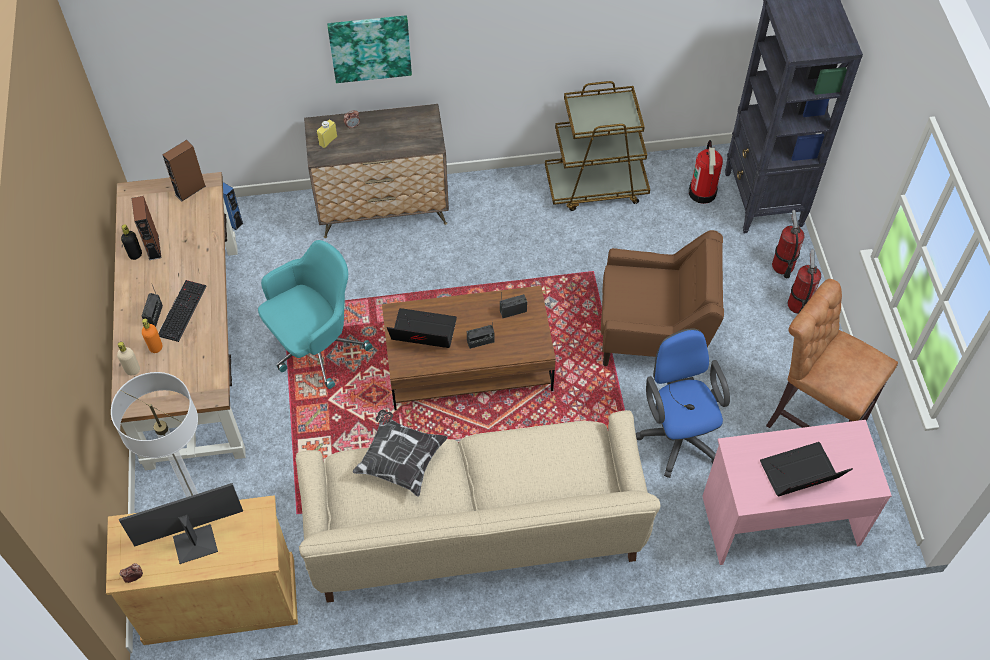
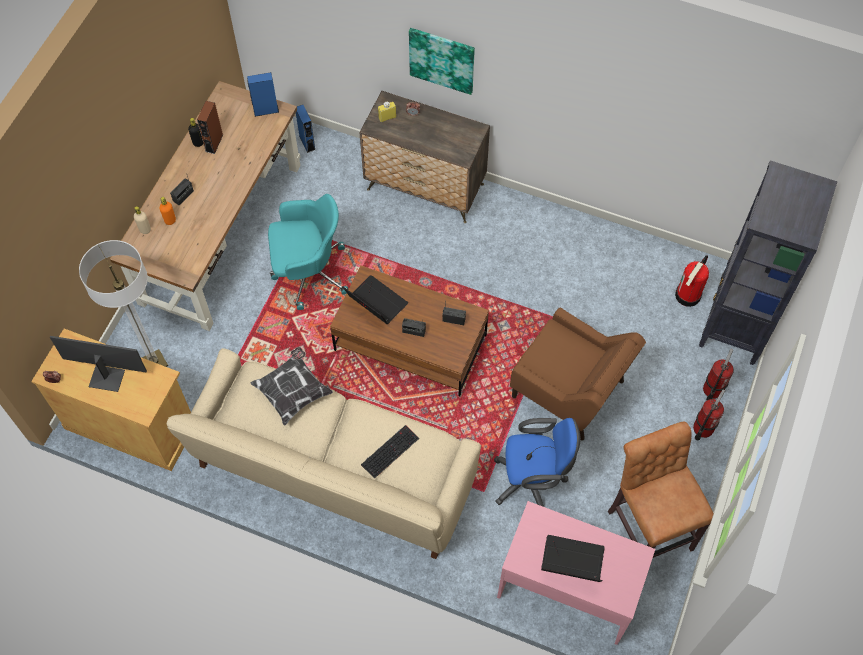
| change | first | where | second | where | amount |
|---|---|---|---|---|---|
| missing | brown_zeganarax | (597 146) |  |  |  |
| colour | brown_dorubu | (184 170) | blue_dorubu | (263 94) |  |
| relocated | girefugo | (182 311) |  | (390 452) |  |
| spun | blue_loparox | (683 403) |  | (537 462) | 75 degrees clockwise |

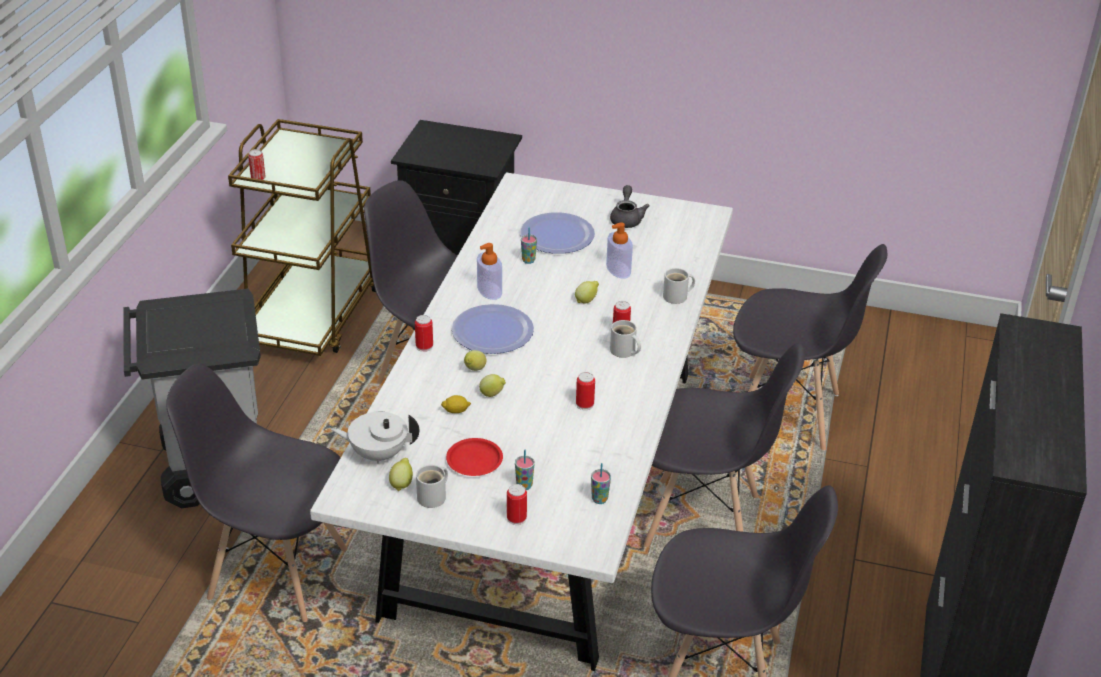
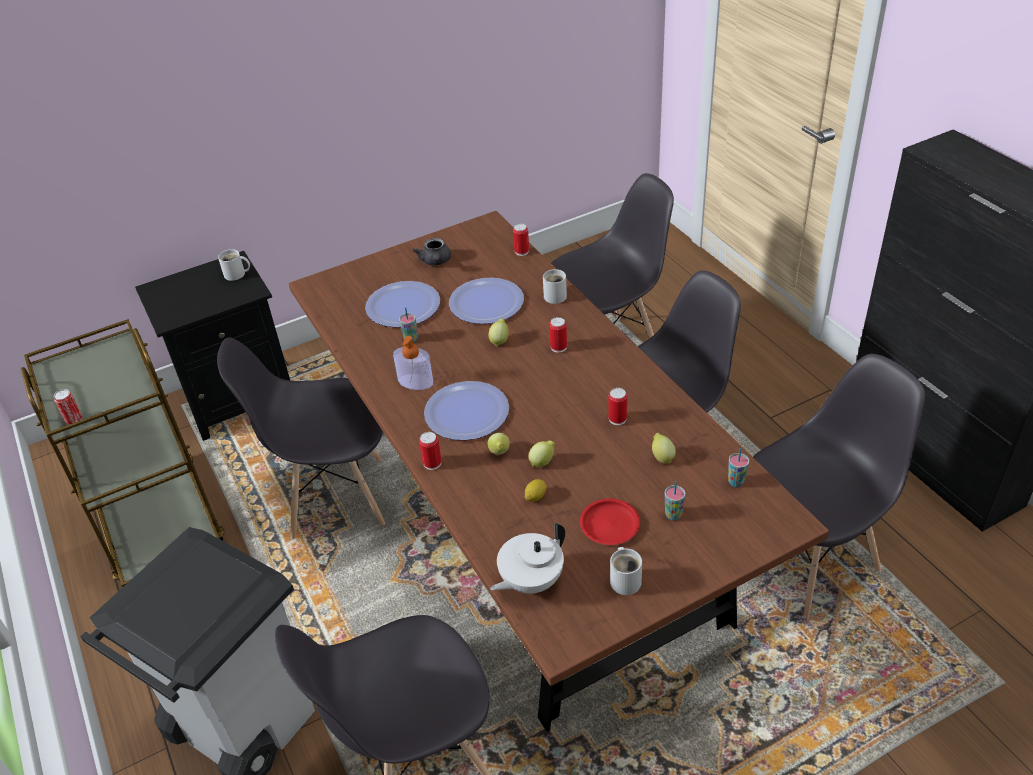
| change | first | where | second | where | amount |
|---|---|---|---|---|---|
| colour | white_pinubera | (521 421) | brown_pinubera | (559 471) |  |
| spun | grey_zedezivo | (630 206) |  | (432 251) | 150 degrees counterclockwise |
| exchanged | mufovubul | (619 250) | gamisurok | (486 301) |  |
| relocated | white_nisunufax | (625 339) |  | (234 265) |  |
| relocated | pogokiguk | (401 474) |  | (664 448) |  |
| relocated | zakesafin | (517 504) |  | (521 240) |  |

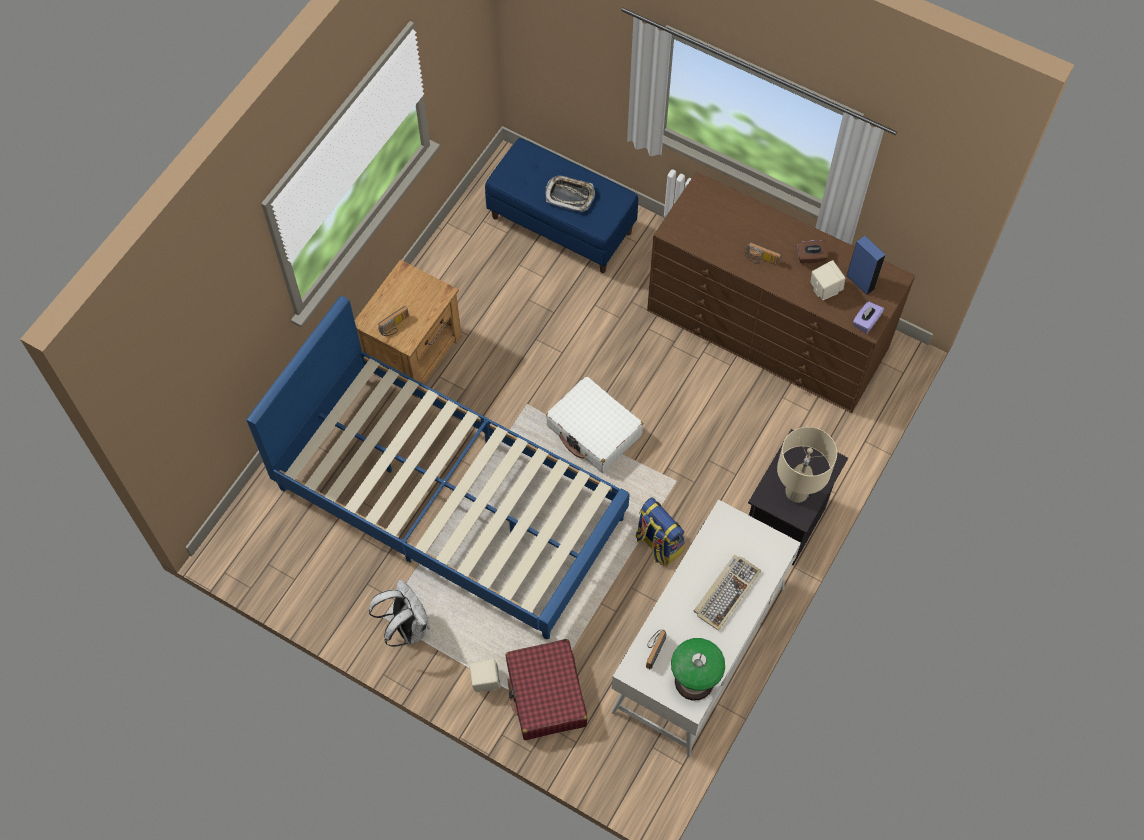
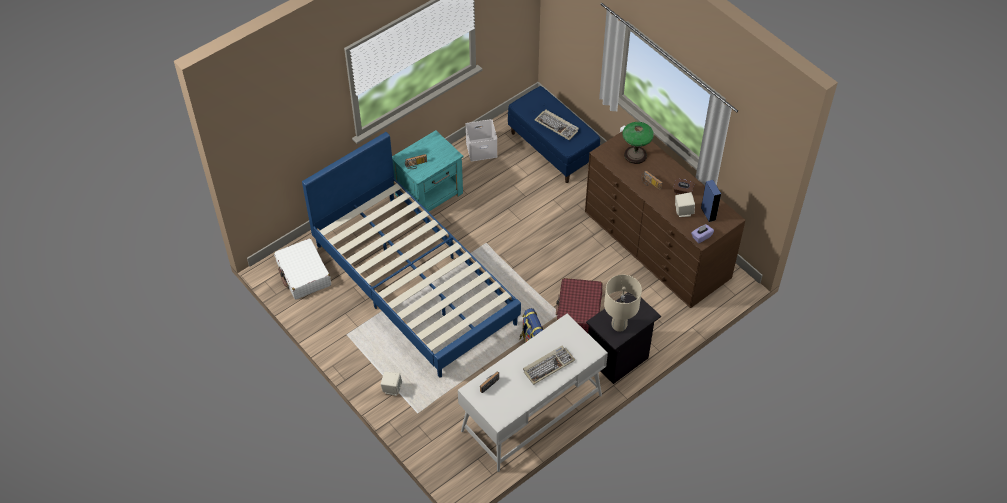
| change | first | where | second | where | amount |
|---|---|---|---|---|---|
| exchanged | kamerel | (570 193) | girefugo | (556 124) |  |
| colour | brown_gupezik | (408 329) | turquoise_gupezik | (428 171) |  |
| relocated | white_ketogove | (594 424) |  | (302 269) |  |
| missing | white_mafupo | (399 613) |  |  |  |
| relocated | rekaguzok | (698 669) |  | (638 143) |  |
| relocated | red_ketogove | (546 689) |  | (579 305) |  |
| appeared |  |  | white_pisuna | (481 140) |  |

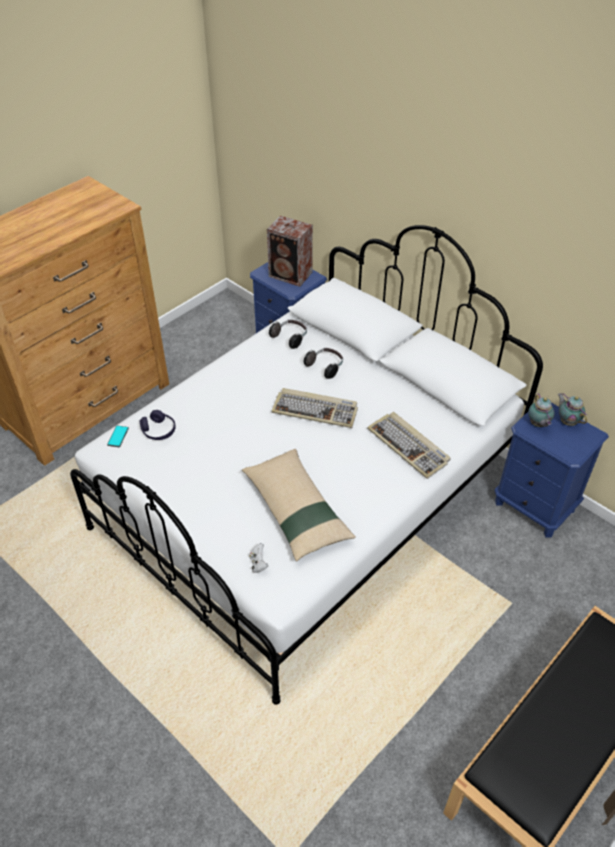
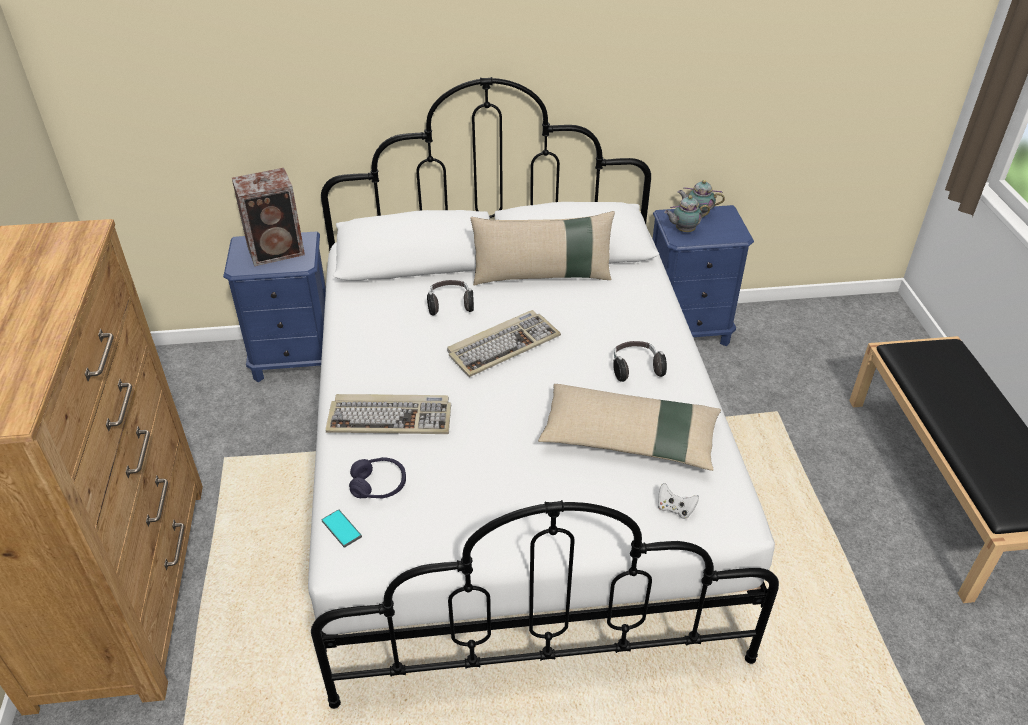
| change | first | where | second | where | amount |
|---|---|---|---|---|---|
| relocated | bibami | (288 334) |  | (640 361) |  |
| spun | zedezivo | (541 410) |  | (687 213) | 135 degrees clockwise |
| relocated | girefugo | (409 445) |  | (388 414) |  |
| appeared |  |  | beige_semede | (542 248) |  |

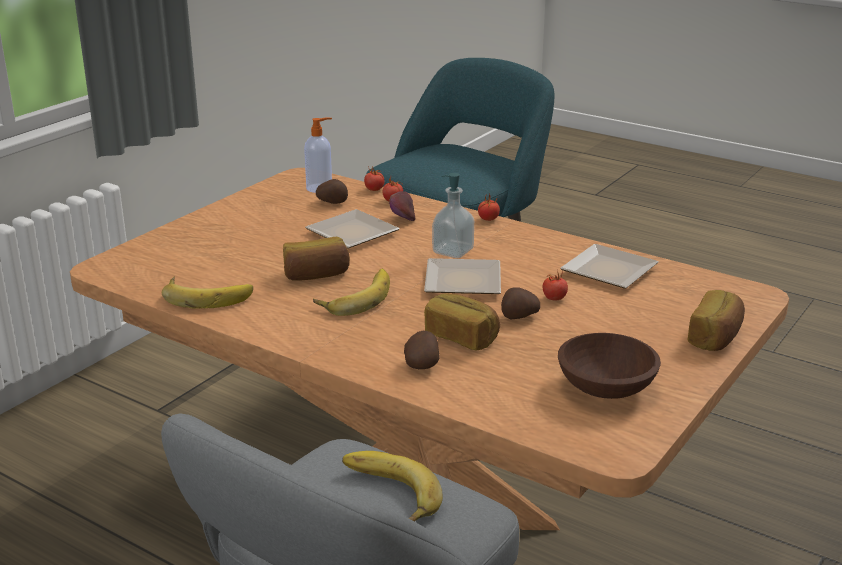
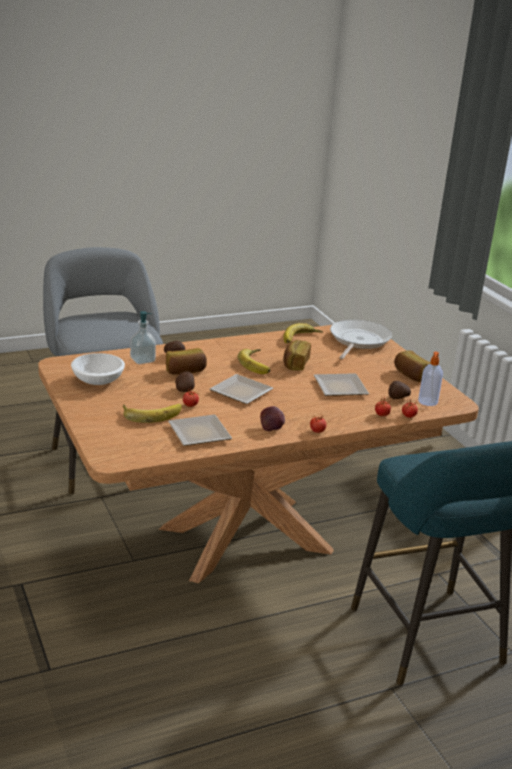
| change | first | where | second | where | amount |
|---|---|---|---|---|---|
| relocated | mufovubul | (453 215) |  | (143 337) |  |
| relocated | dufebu | (402 206) |  | (272 418) |  |
| relocated | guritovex | (716 320) |  | (412 366) |  |
| colour | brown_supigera | (609 366) | white_supigera | (98 369) |  |
| relocated | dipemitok | (392 486) |  | (152 413) |  |
| appeared |  |  | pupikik | (361 339) |  |

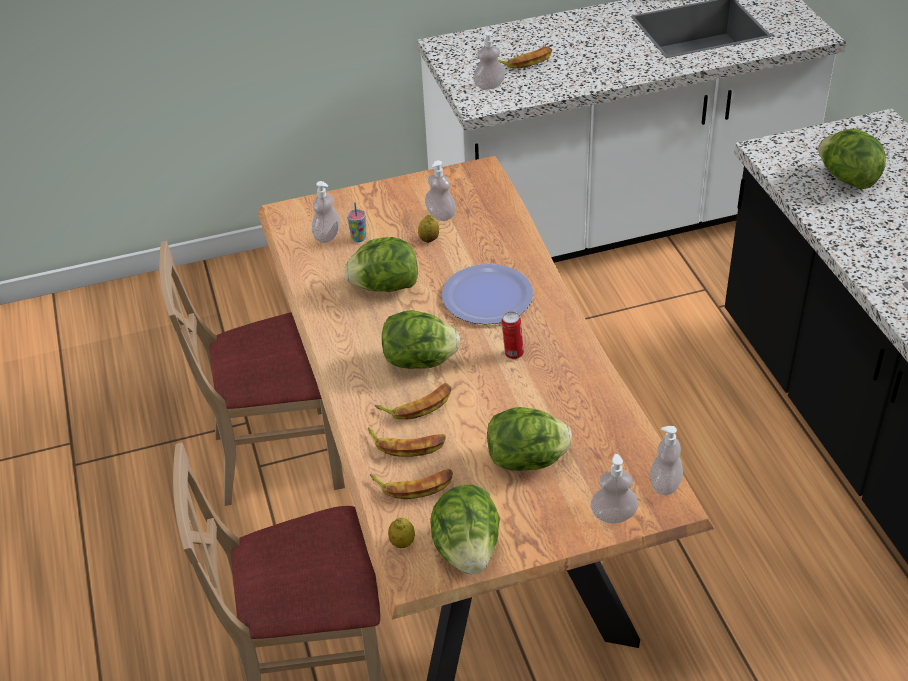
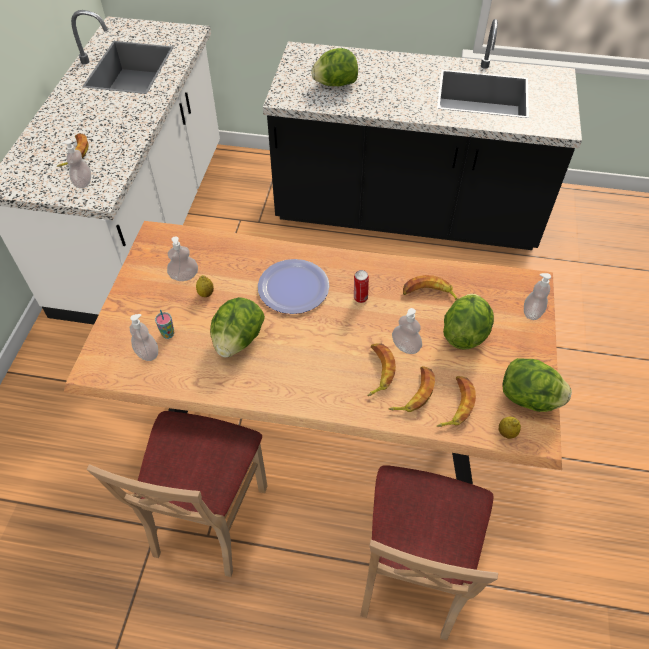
| change | first | where | second | where | amount |
|---|---|---|---|---|---|
| missing | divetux | (421 339) |  |  |  |
| relocated | mufovubul | (666 460) |  | (407 331) |  |
| appeared |  |  | dipemitok | (431 287) |  |

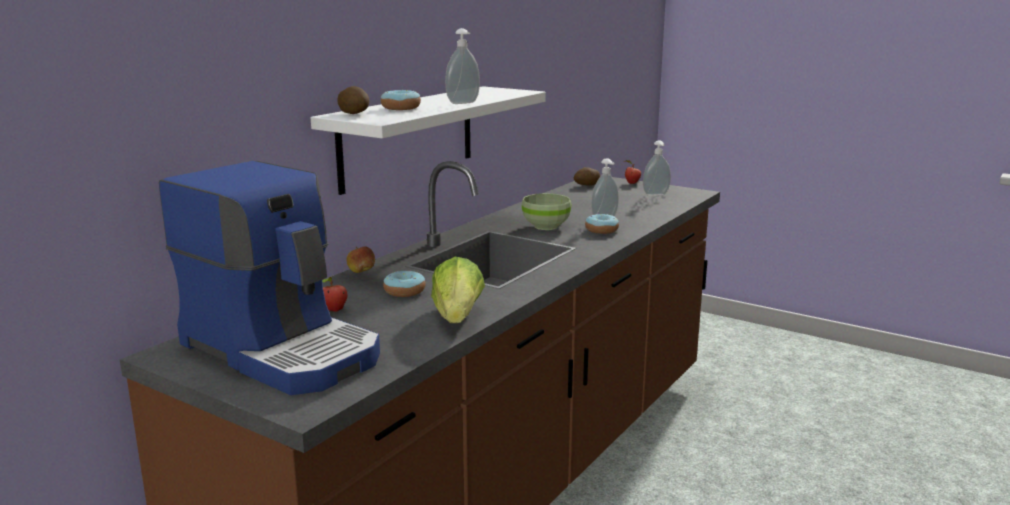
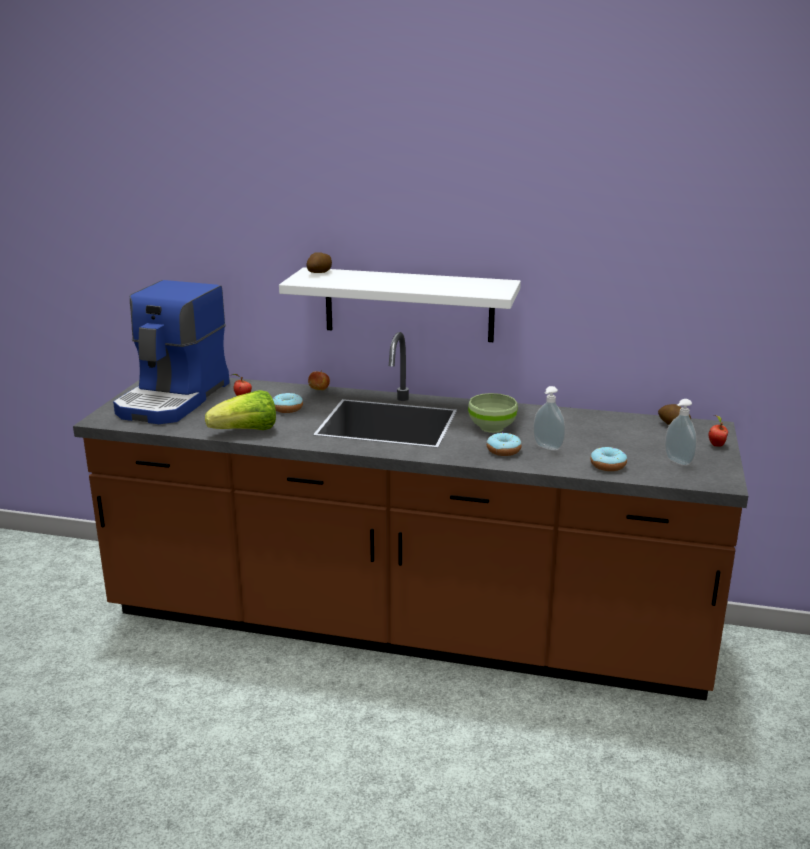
| change | first | where | second | where | amount |
|---|---|---|---|---|---|
| missing | mufovubul | (462 66) |  |  |  |
| relocated | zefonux | (401 100) |  | (608 459) |  |

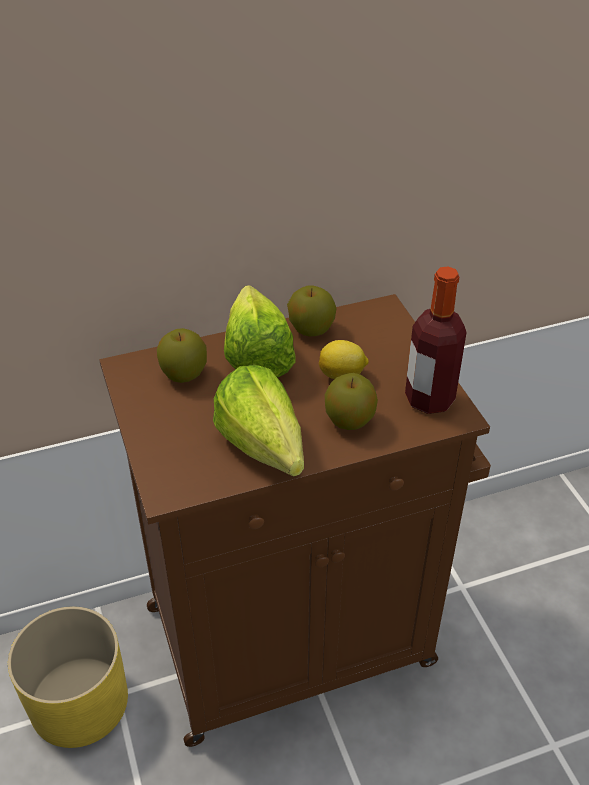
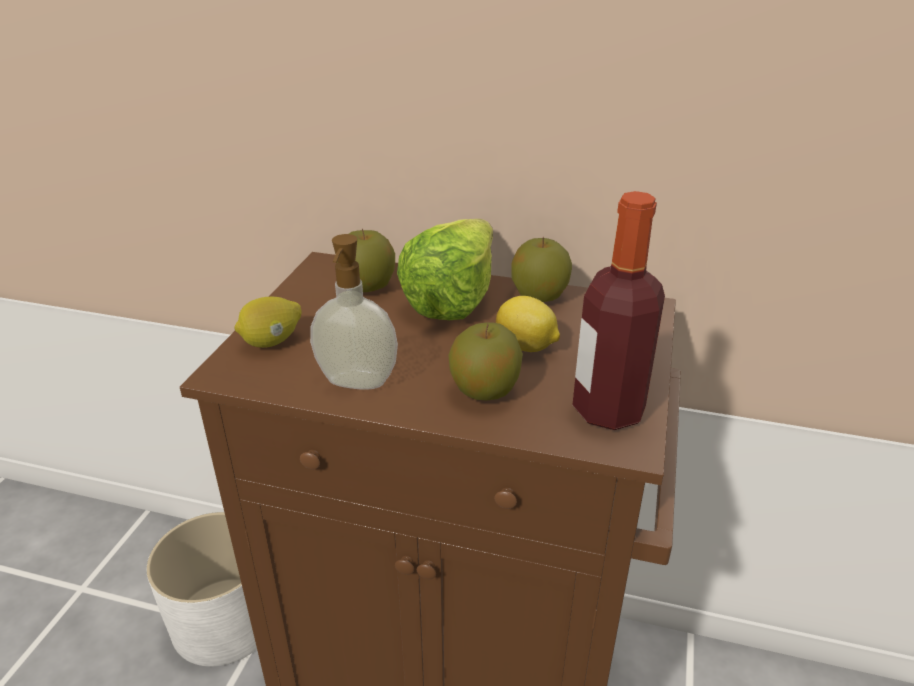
| change | first | where | second | where | amount |
|---|---|---|---|---|---|
| exchanged | divetux | (258 420) | mufovubul | (354 312) |  |
| colour | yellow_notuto | (68 677) | white_notuto | (202 589) |  |
| appeared |  |  | pogokiguk | (268 322) |  |

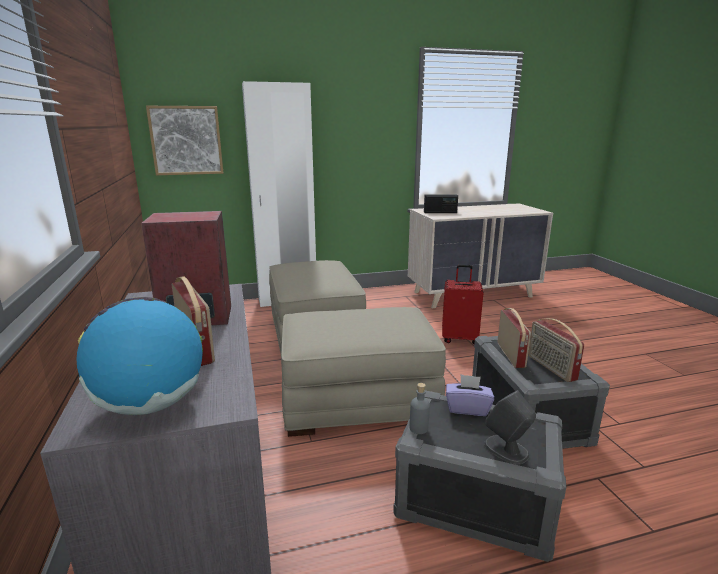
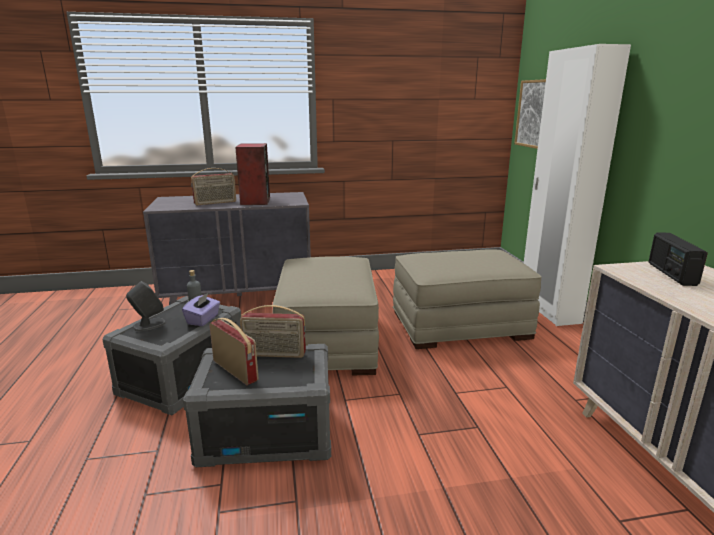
| change | first | where | second | where | amount |
|---|---|---|---|---|---|
| missing | red_ketogove | (463 304) |  |  |  |
| missing | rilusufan | (139 356) |  |  |  |
| spun | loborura | (556 350) |  | (234 351) | 60 degrees clockwise |

